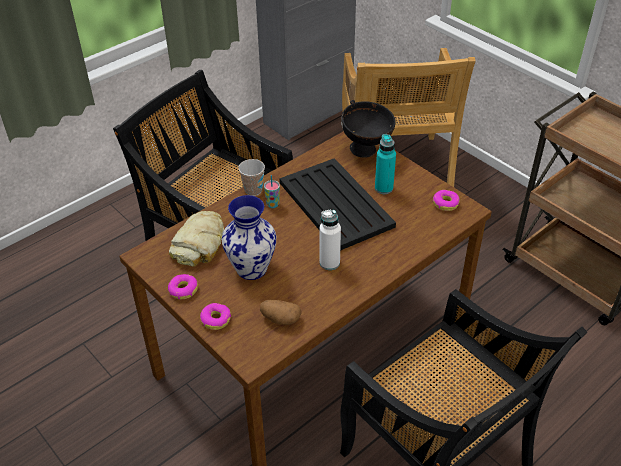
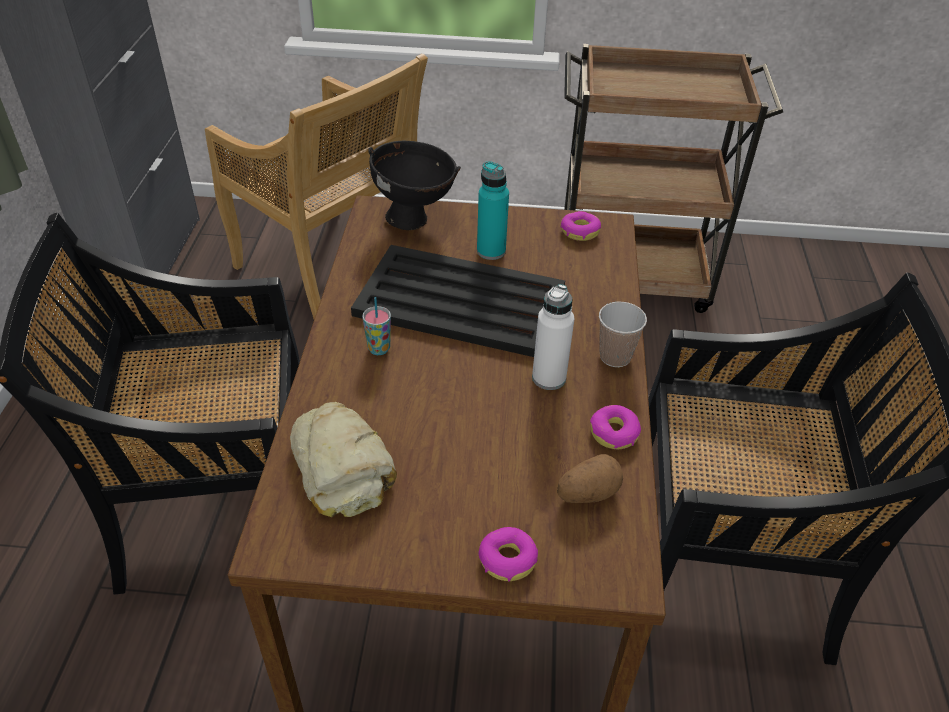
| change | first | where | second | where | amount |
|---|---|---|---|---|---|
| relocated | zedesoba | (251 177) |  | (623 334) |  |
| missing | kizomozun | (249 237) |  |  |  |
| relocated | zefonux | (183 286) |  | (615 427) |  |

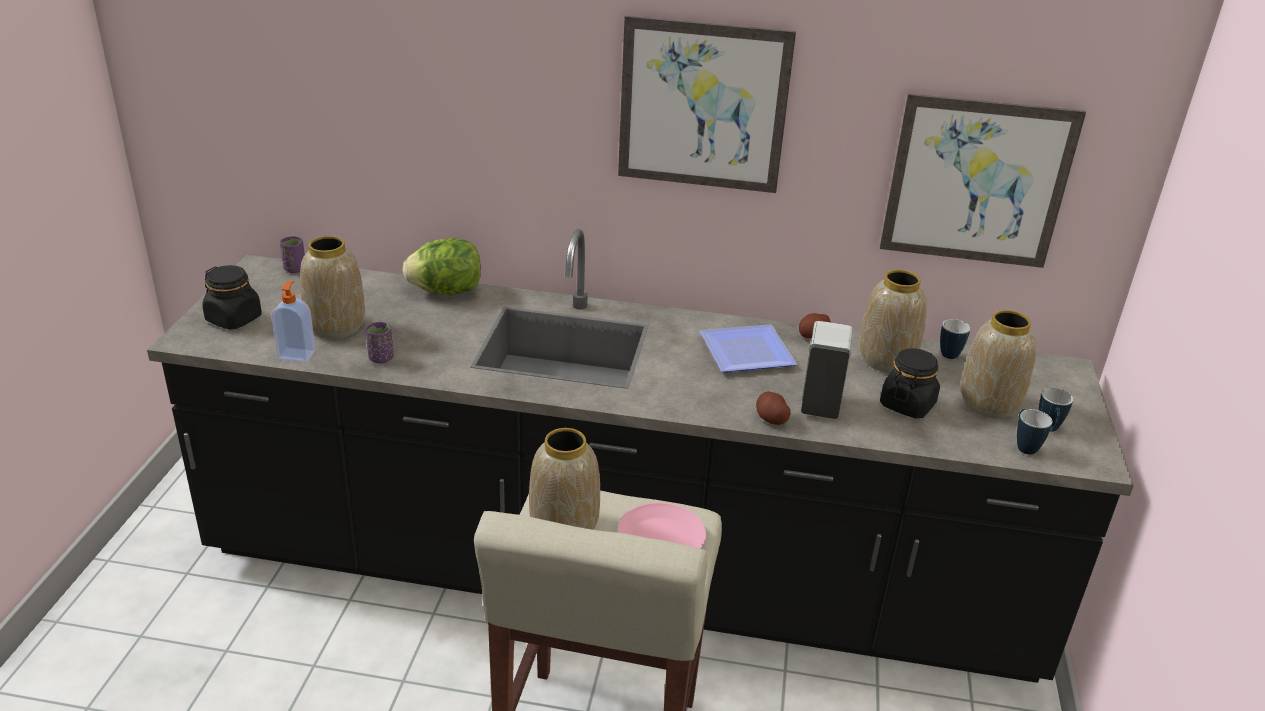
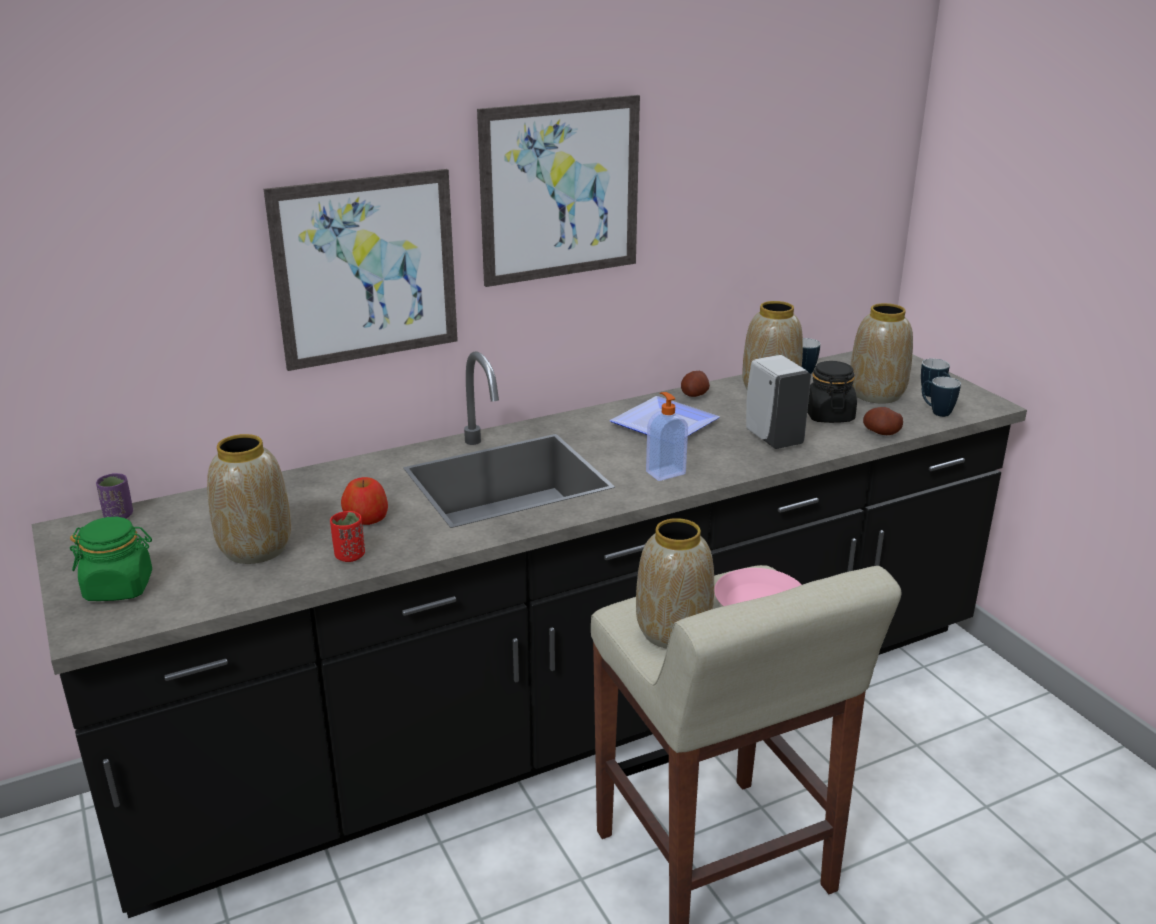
| change | first | where | second | where | amount |
|---|---|---|---|---|---|
| relocated | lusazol | (983 181) |  | (361 270) |  |
| missing | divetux | (442 266) |  |  |  |
| colour | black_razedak | (232 297) | green_razedak | (111 559) |  |
| relocated | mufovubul | (293 321) |  | (667 436) |  |
| colour | purple_zedesoba | (379 342) | red_zedesoba | (347 536) |  |
| relocated | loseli | (773 408) |  | (883 421) |  |
| appeared |  |  | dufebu | (364 501) |  |

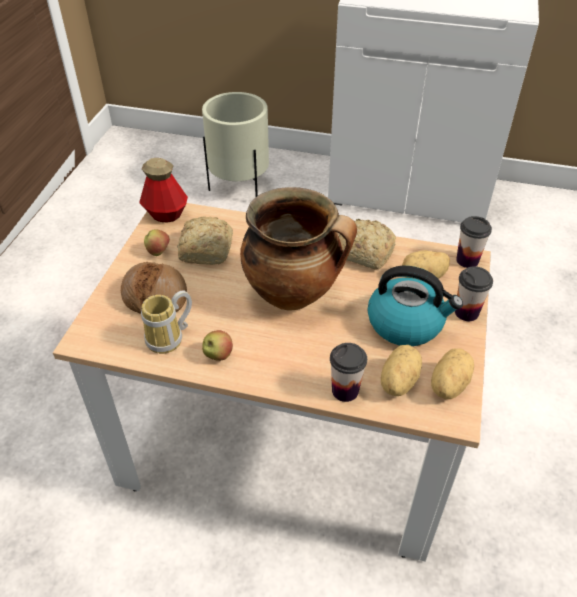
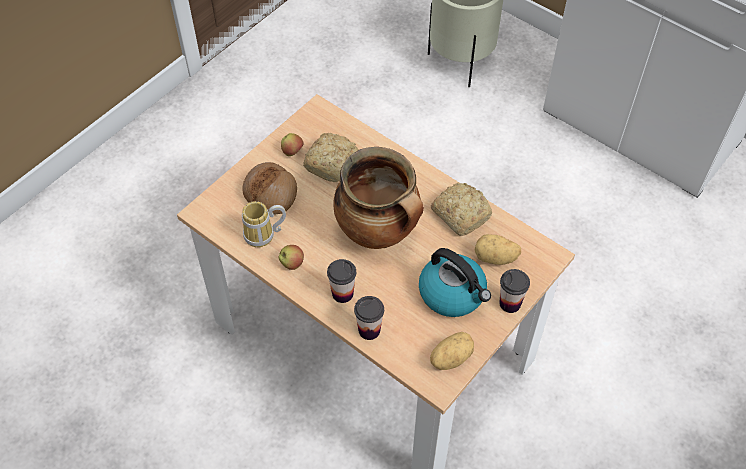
| change | first | where | second | where | amount |
|---|---|---|---|---|---|
| missing | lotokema | (163 190) |  |  |  |
| relocated | zedesoba | (474 242) |  | (341 281) |  |
| missing | loseli | (401 370) |  |  |  |

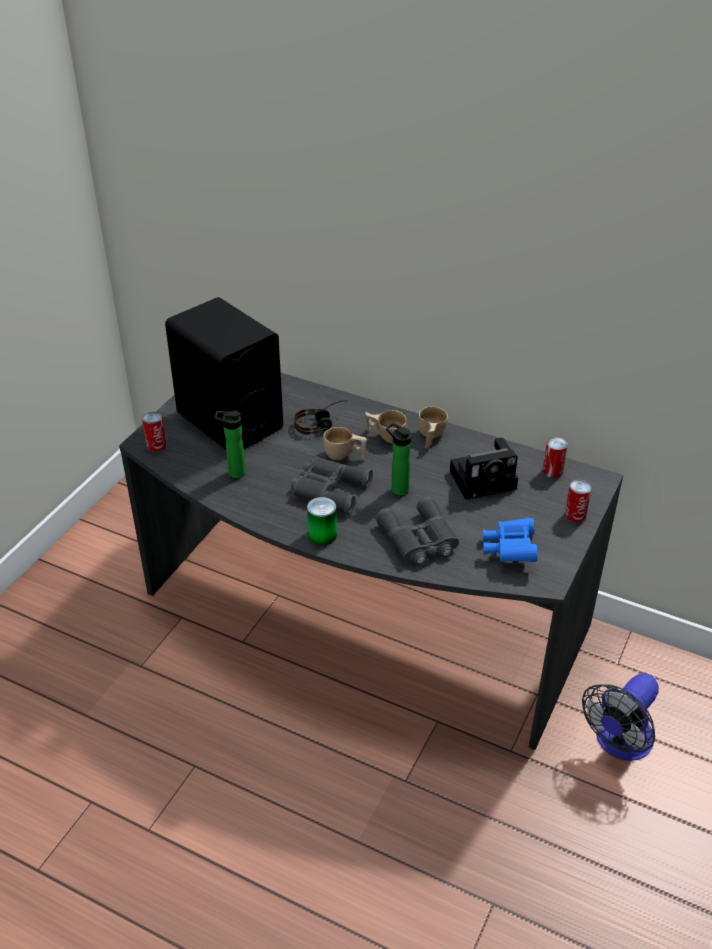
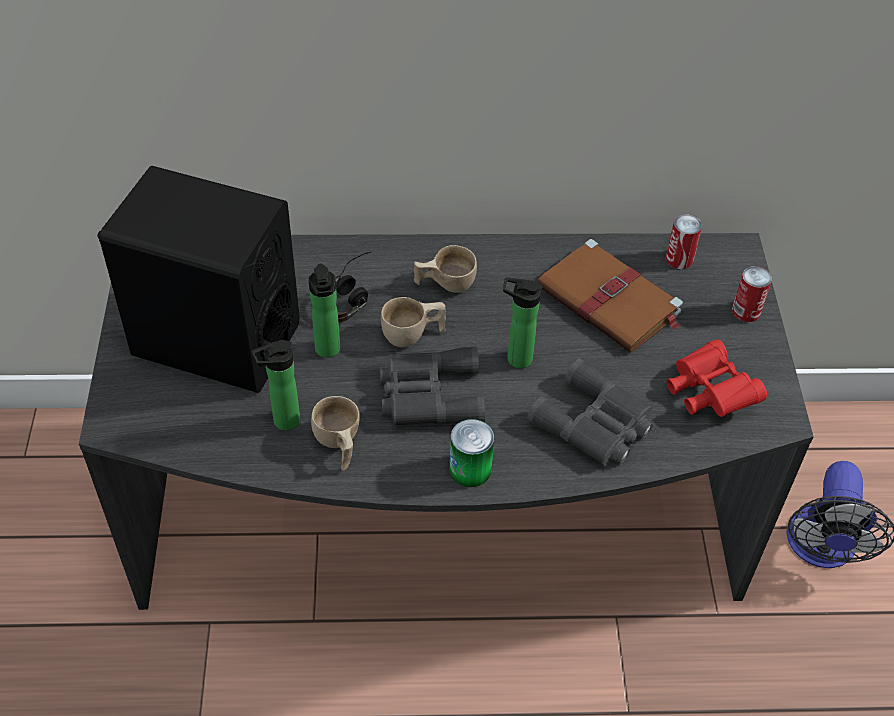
| change | first | where | second | where | amount |
|---|---|---|---|---|---|
| relocated | beige_zedesoba | (433 427) |  | (335 433) |  |
| missing | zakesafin | (154 432) |  |  |  |
| exchanged | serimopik | (484 469) | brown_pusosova | (610 296) |  |
| colour | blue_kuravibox | (510 540) | red_kuravibox | (717 378) |  |
| appeared |  |  | lotokema | (324 310) |  |

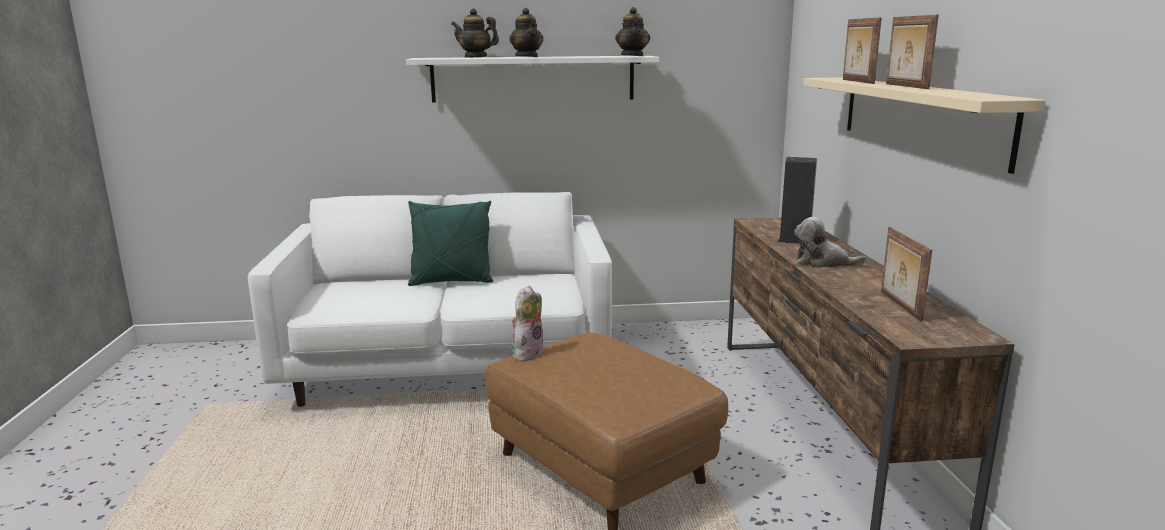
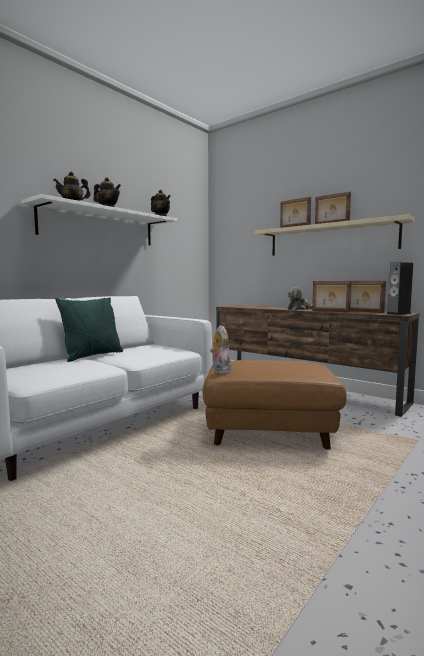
| change | first | where | second | where | amount |
|---|---|---|---|---|---|
| relocated | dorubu | (797 200) |  | (399 288) |  |
| appeared |  |  | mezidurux | (332 296) |  |

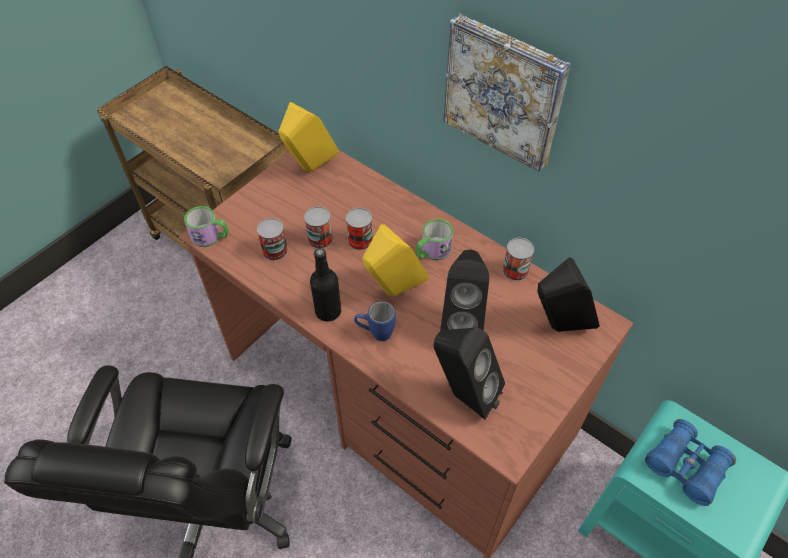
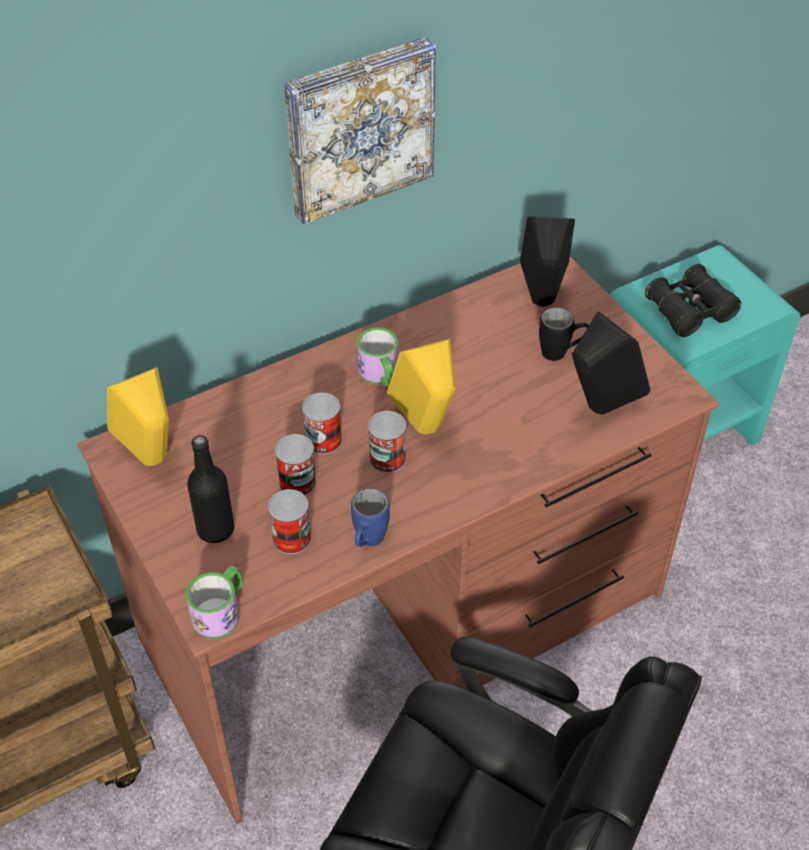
| change | first | where | second | where | amount |
|---|---|---|---|---|---|
| relocated | zakesafin | (518 259) |  | (387 442) |  |
| relocated | black_lotokema | (325 284) |  | (210 489) |  |
| missing | black_dorubu | (464 290) |  |  |  |
| relocated | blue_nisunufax | (375 321) |  | (370 517) |  |
| colour | blue_kuravibox | (690 462) | black_kuravibox | (693 300) |  |
| appeared |  |  | black_nisunufax | (564 334) |  |

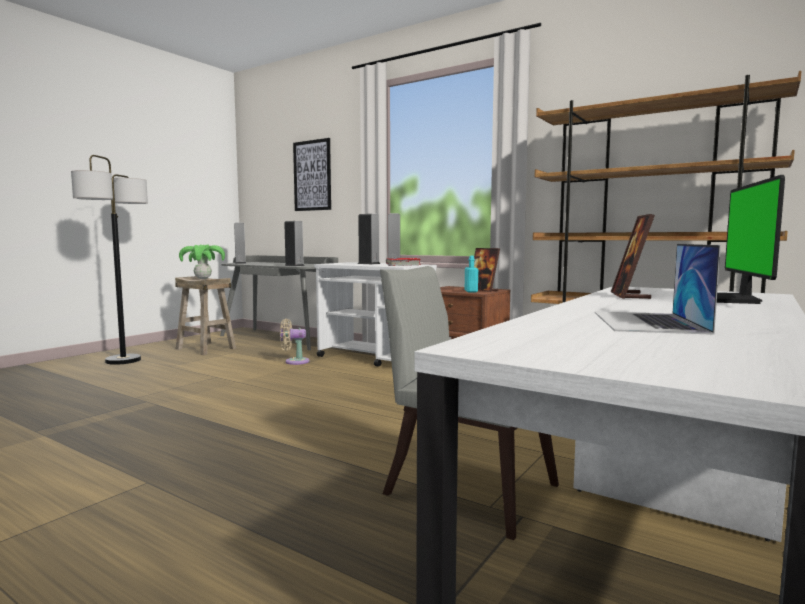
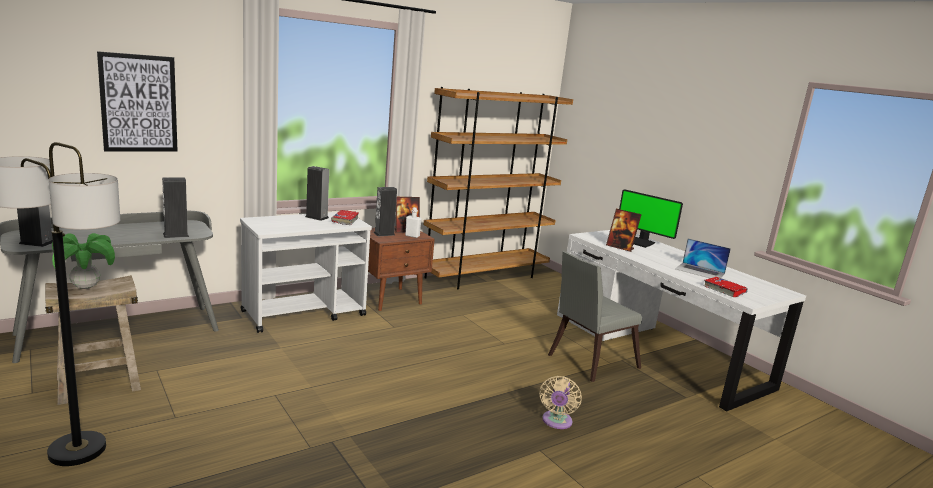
| change | first | where | second | where | amount |
|---|---|---|---|---|---|
| relocated | dorubu | (369 239) |  | (385 211) |  |
| colour | turquoise_lotokema | (471 274) | white_lotokema | (413 222) |  |
| relocated | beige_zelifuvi | (295 342) |  | (561 402) |  |
| appeared |  |  | red_pusosova | (725 287) |  |

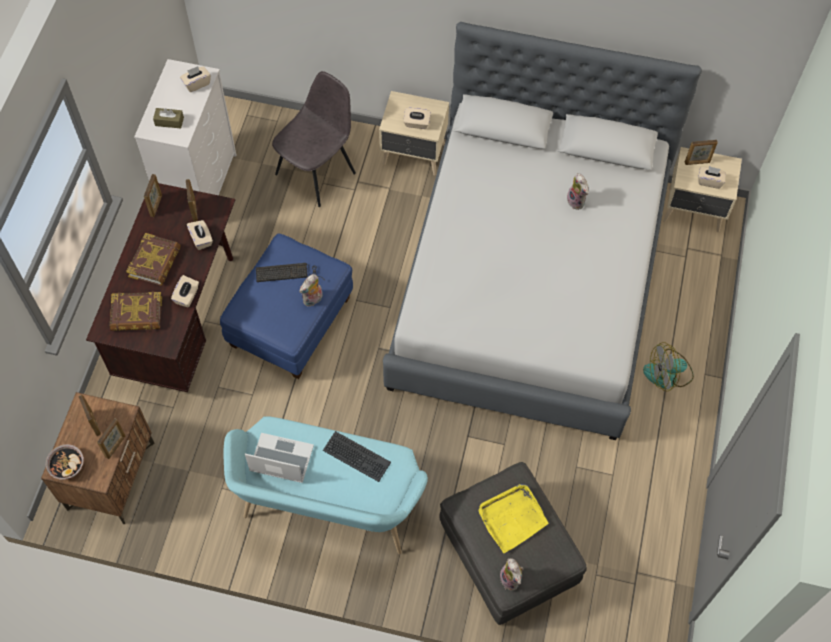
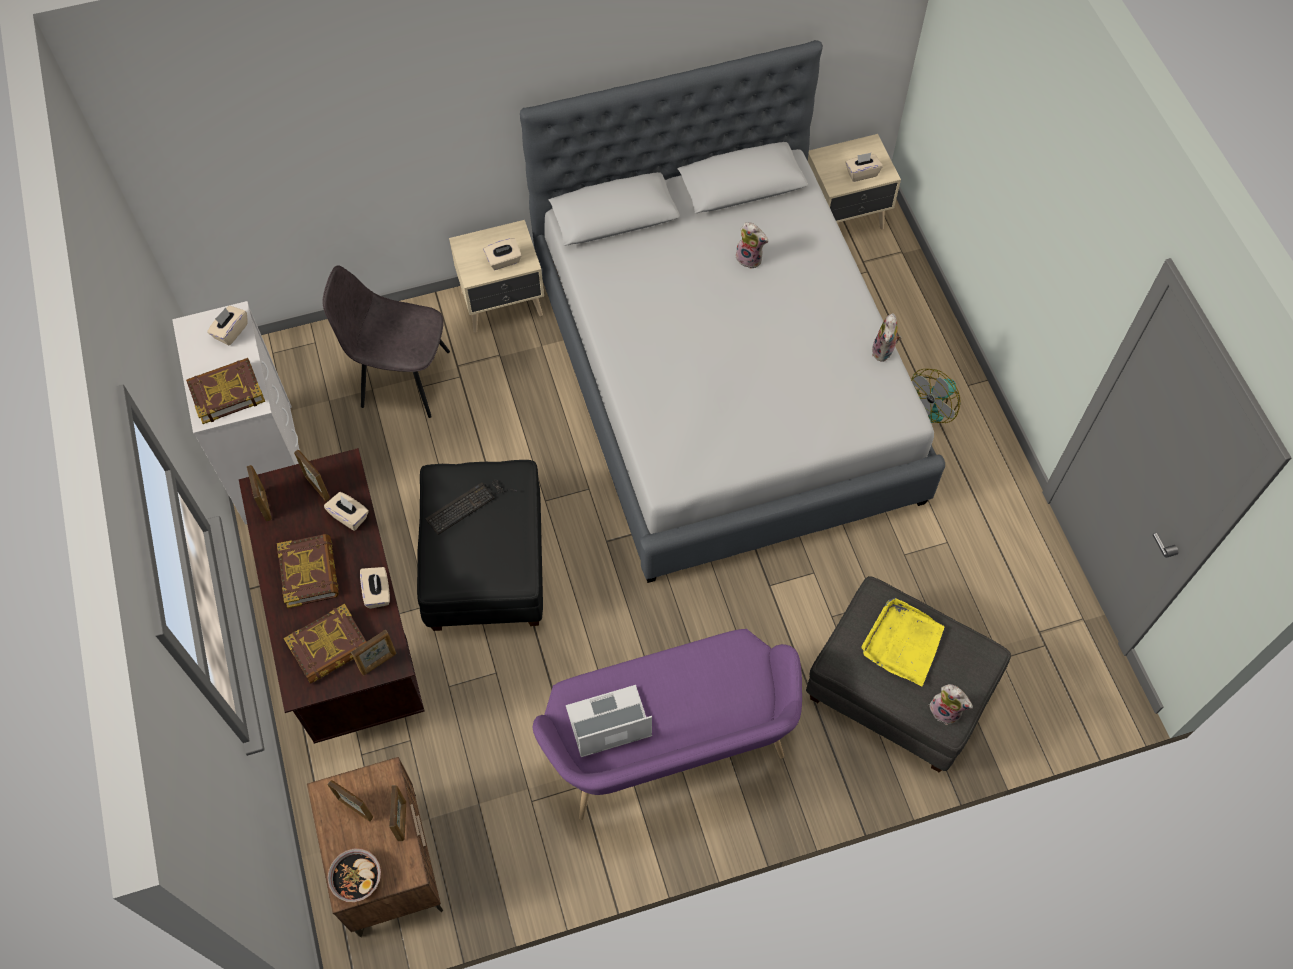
| change | first | where | second | where | amount |
|---|---|---|---|---|---|
| spun | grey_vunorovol | (314 139) |  | (386 341) | 90 degrees counterclockwise |
| exchanged | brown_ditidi | (168 118) | pusosova | (225 391) |  |
| relocated | mezidurux | (701 152) |  | (373 652) |  |
| colour | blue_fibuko | (286 306) | black_fibuko | (480 545) |  |
| relocated | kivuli | (311 290) |  | (887 337) |  |
| colour | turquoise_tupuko | (325 485) | purple_tupuko | (667 724) |  |
| missing | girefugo | (357 456) |  |  |  |

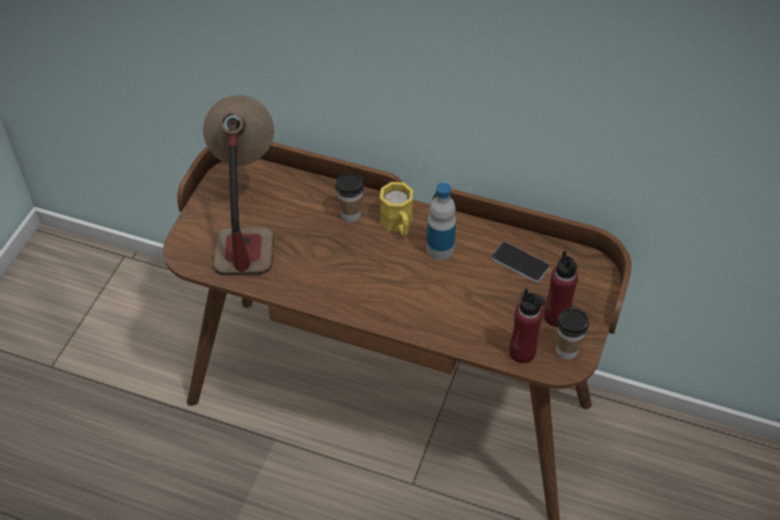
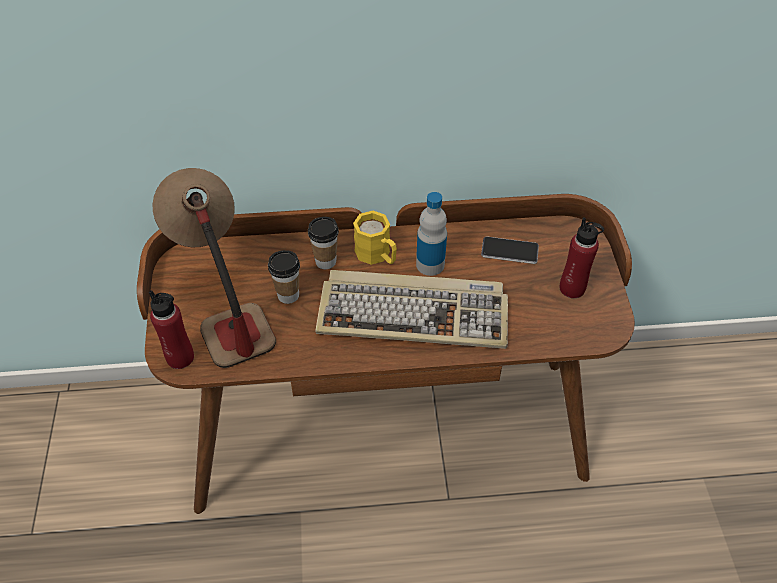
| change | first | where | second | where | amount |
|---|---|---|---|---|---|
| relocated | red_lotokema | (527 326) |  | (171 329) |  |
| relocated | zedesoba | (572 334) |  | (284 277) |  |
| appeared |  |  | girefugo | (412 309) |  |

